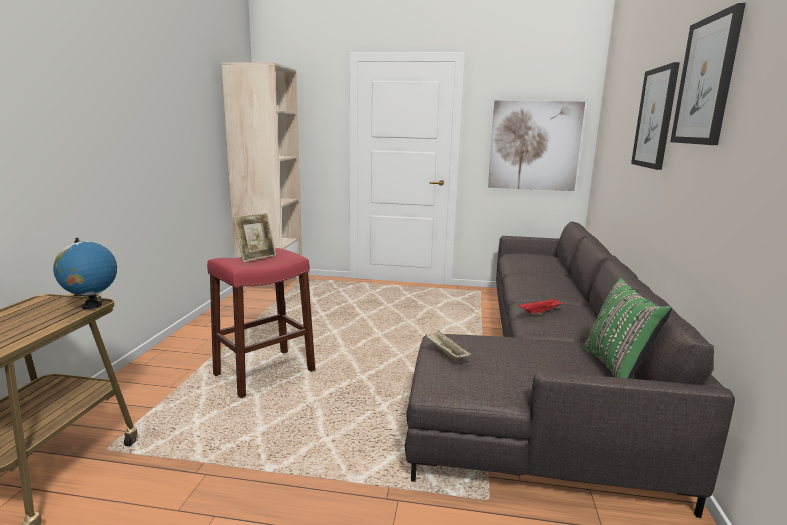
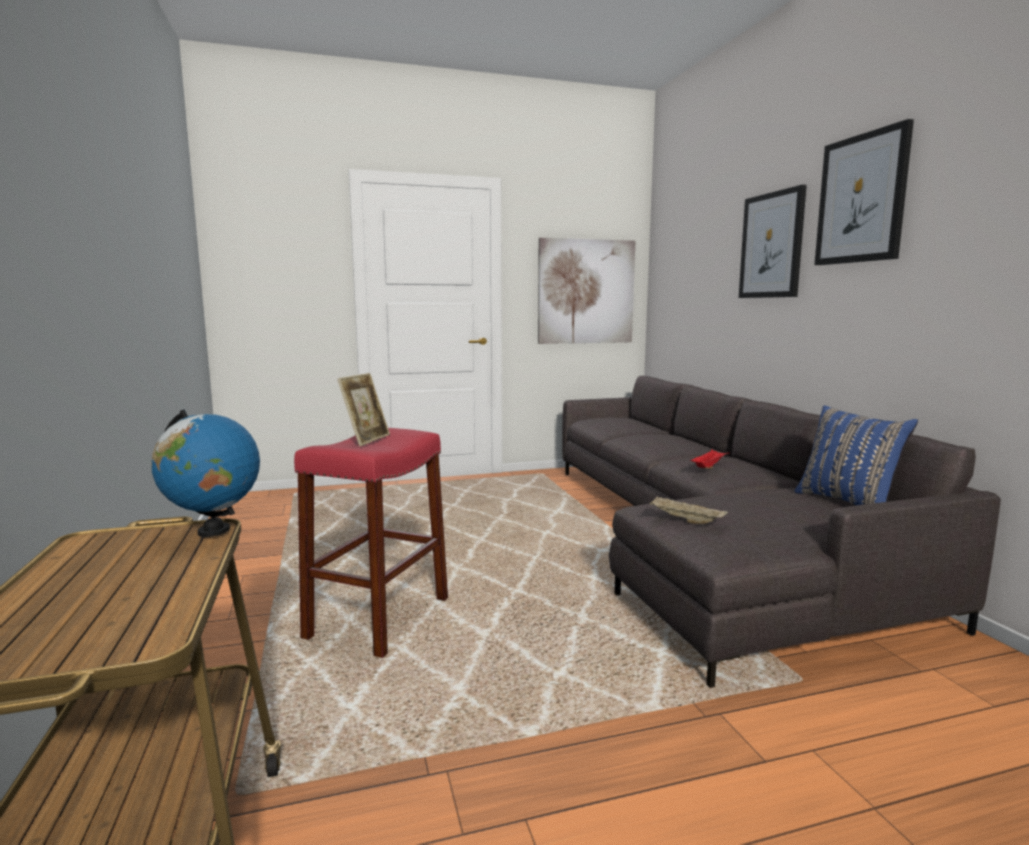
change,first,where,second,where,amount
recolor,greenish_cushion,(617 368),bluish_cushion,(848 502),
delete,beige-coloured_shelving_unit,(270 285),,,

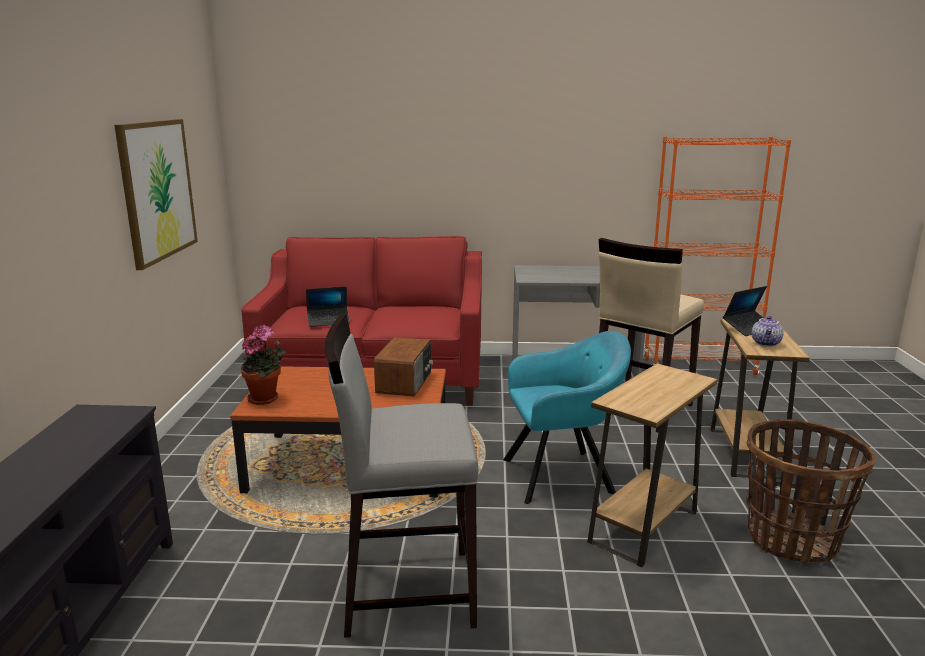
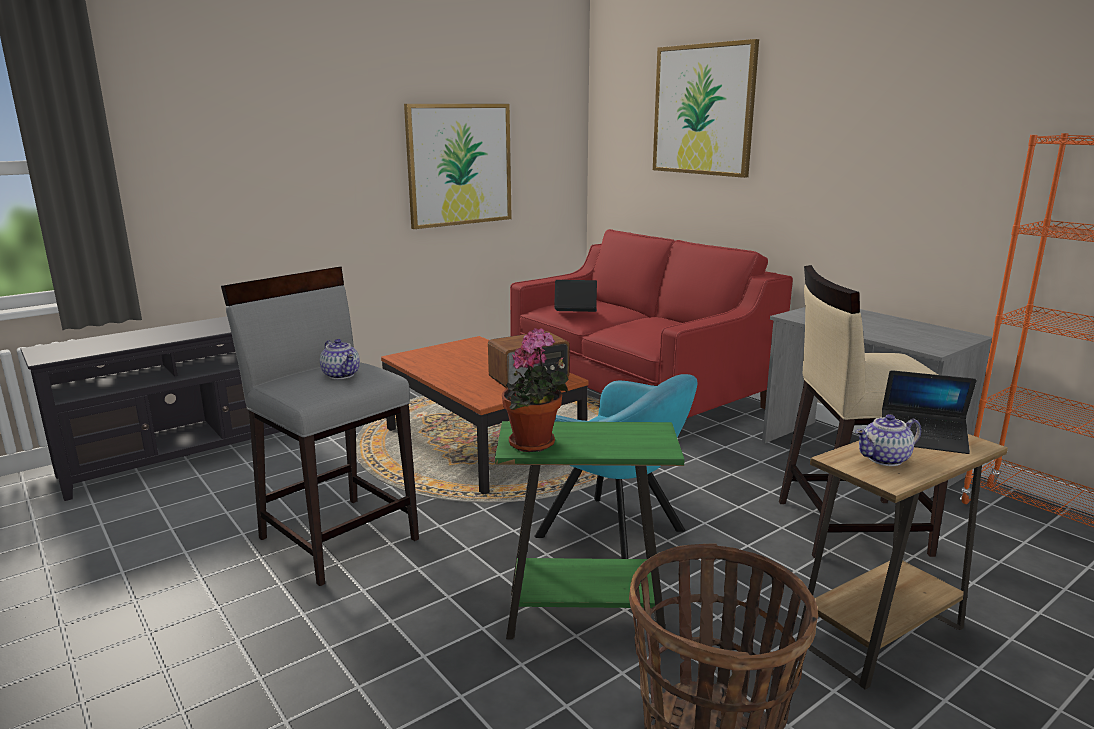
change,first,where,second,where,amount
insert,,,pot_for_tea,(342 375),
recolor,brown_accent_table,(643 527),greenish_accent_table,(585 615),
move,plant_in_a_pot,(266 398),,(535 444),
rotate,notebook_computer,(328 321),,(575 314),150 degrees clockwise
insert,,,wall_art,(703 110),

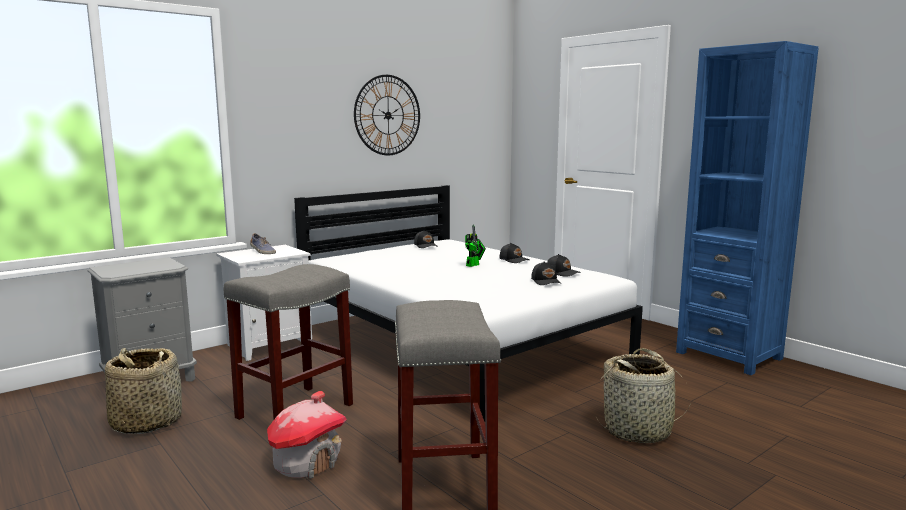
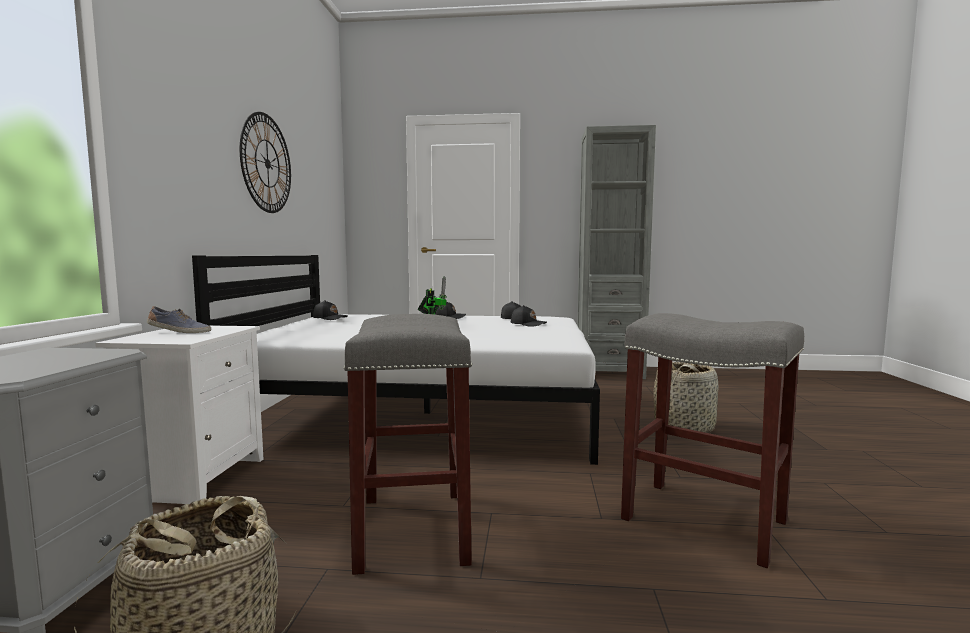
change,first,where,second,where,amount
recolor,bluish_shelving_unit,(729 355),greyish_shelving_unit,(609 372),
delete,model_house,(307 463),,,

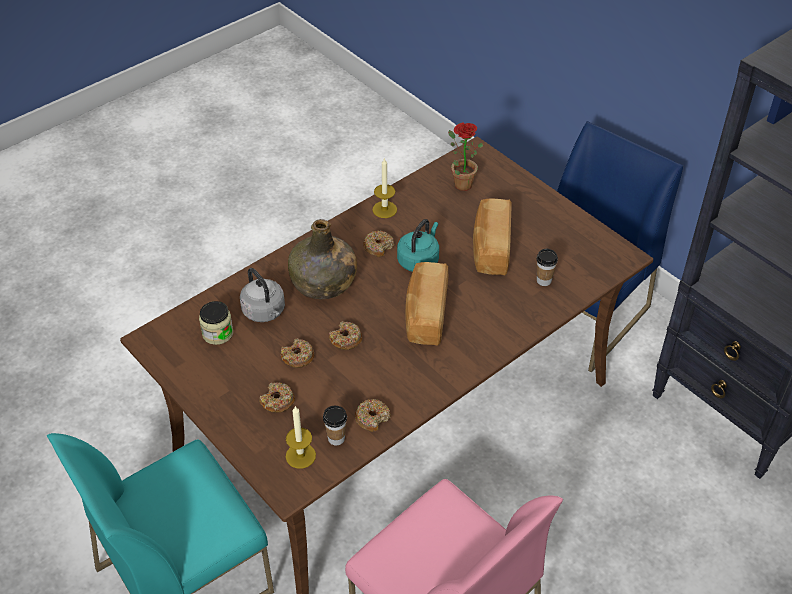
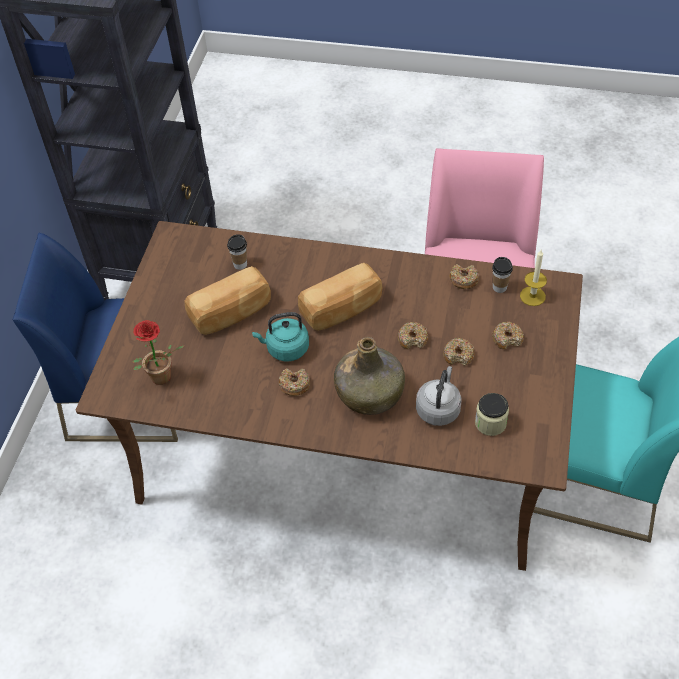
change,first,where,second,where,amount
delete,wax_candle,(384 209),,,

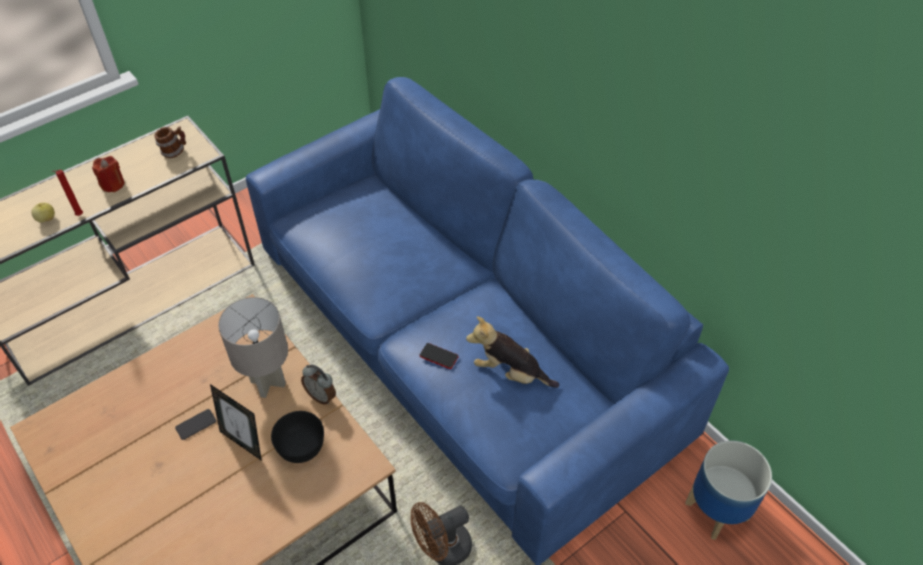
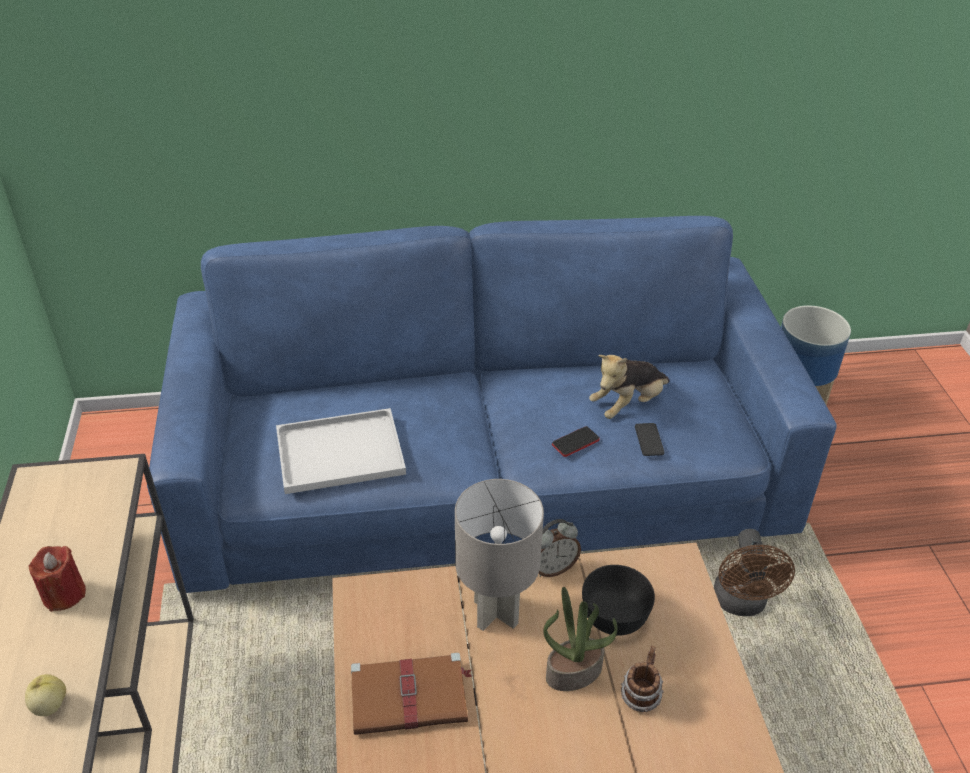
change,first,where,second,where,amount
insert,,,white-coloured_serving_tray,(342 451),
insert,,,brown_bound_book,(411 696),
replace,photo_frame,(243 442),plant_in_a_pot,(574 671),
move,mug,(174 151),,(640 694),
move,handset,(196 424),,(649 440),
delete,red-coloured_wax_candle,(79 216),,,

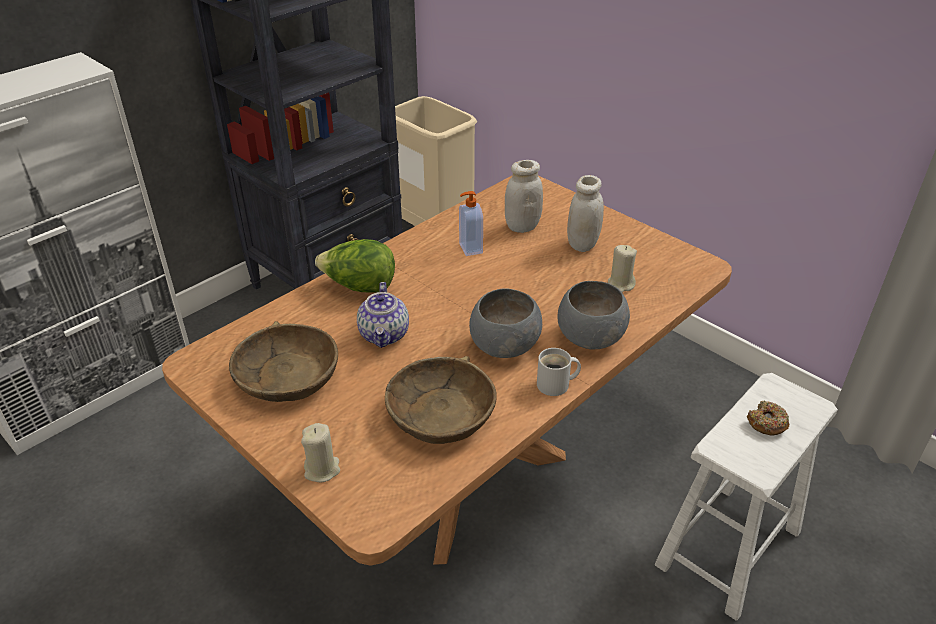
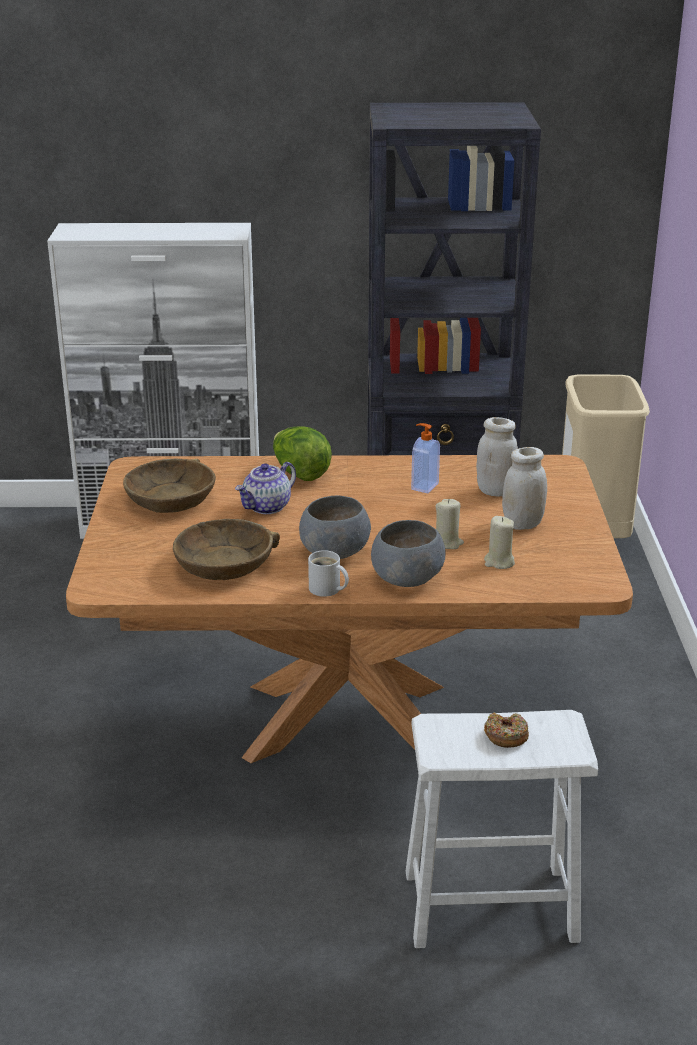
change,first,where,second,where,amount
move,beige-coloured_wax_candle,(322 469),,(447 543),

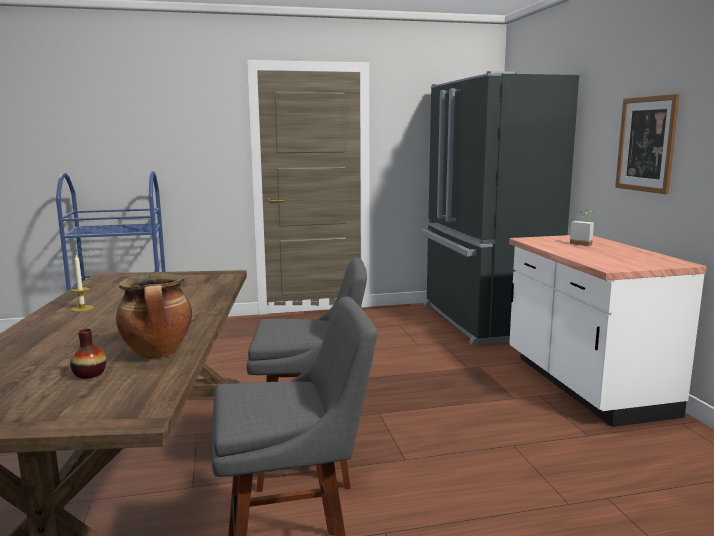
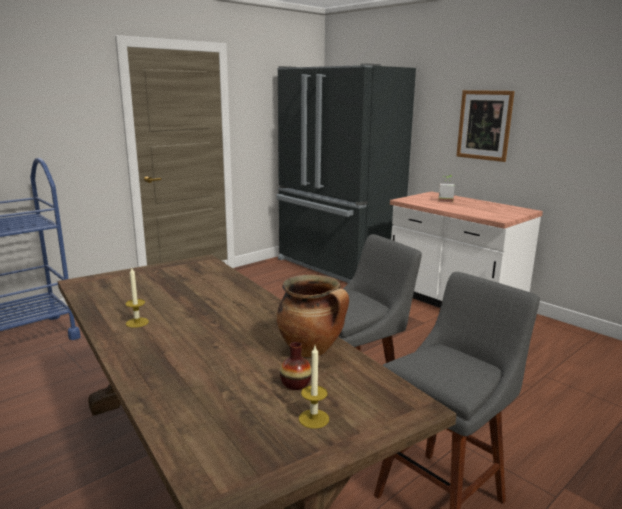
change,first,where,second,where,amount
insert,,,wax_candle,(314 419),

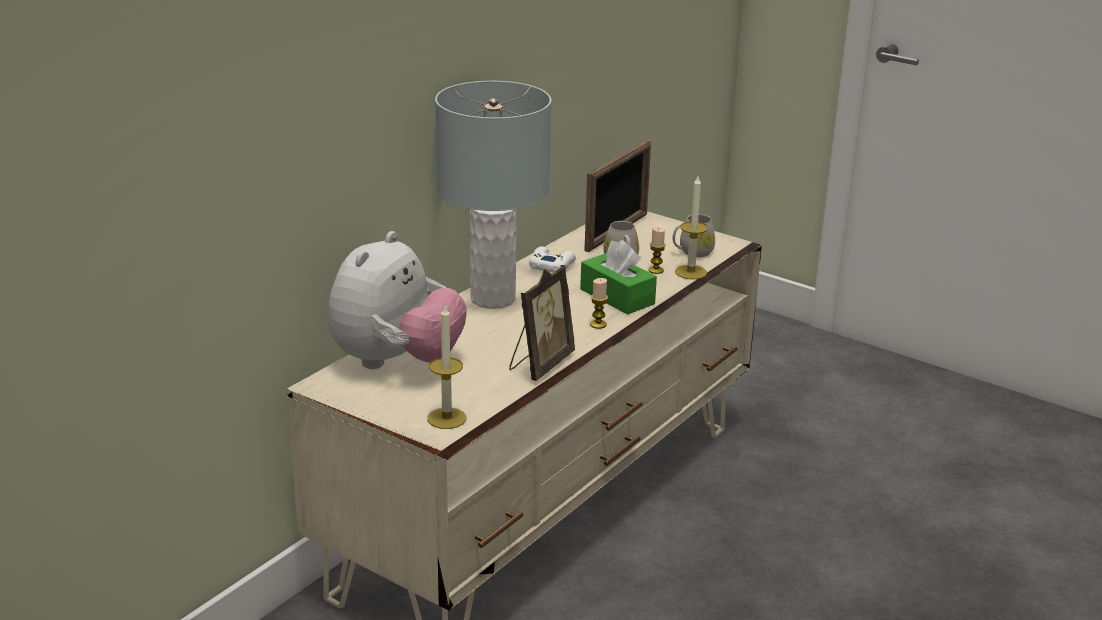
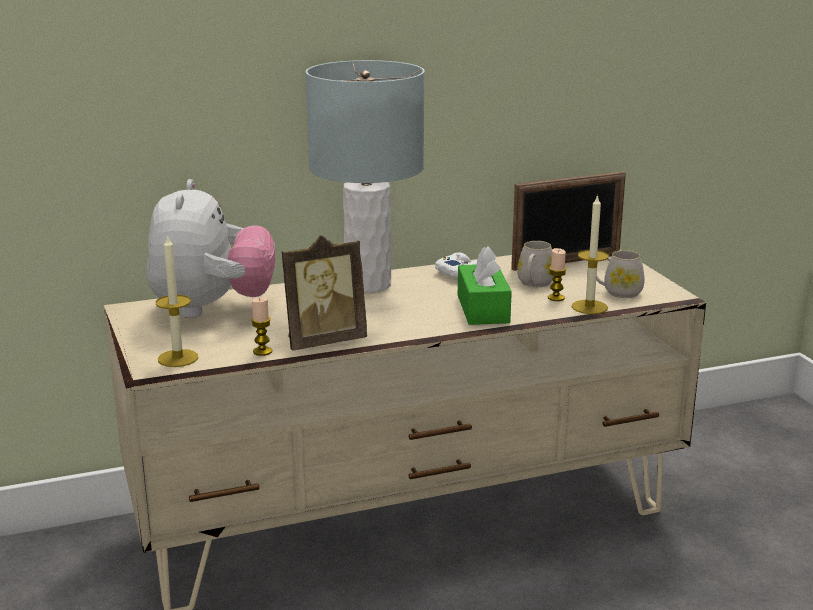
change,first,where,second,where,amount
rotate,soft_toy,(396 362),,(212 309),60 degrees counterclockwise
move,wax_candle,(598 324),,(262 351),

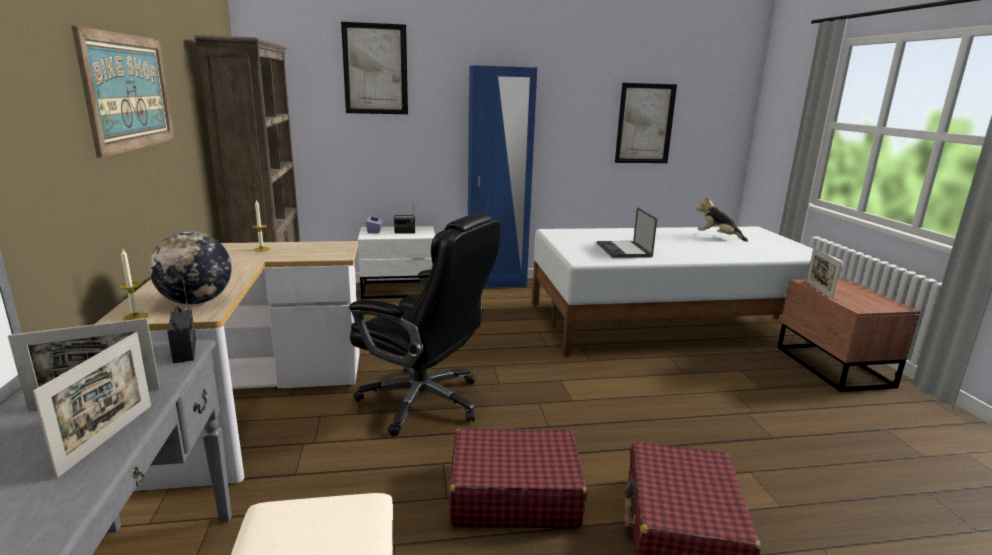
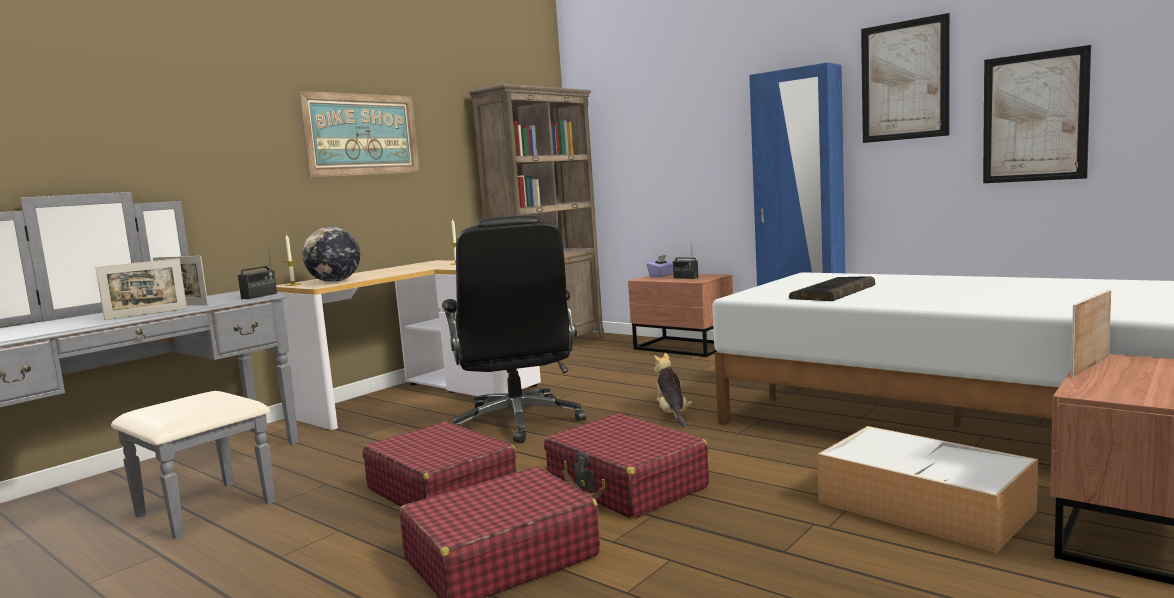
change,first,where,second,where,amount
insert,,,red-coloured_suitcase,(626 485),
recolor,white-coloured_night_table,(400 290),brown_night_table,(684 348),
move,soft_toy,(718 237),,(672 415),
replace,notebook_computer,(624 250),PC_keyboard,(833 292),
insert,,,storage_bin,(927 507),
move,wall_art,(375 69),,(904 81),

